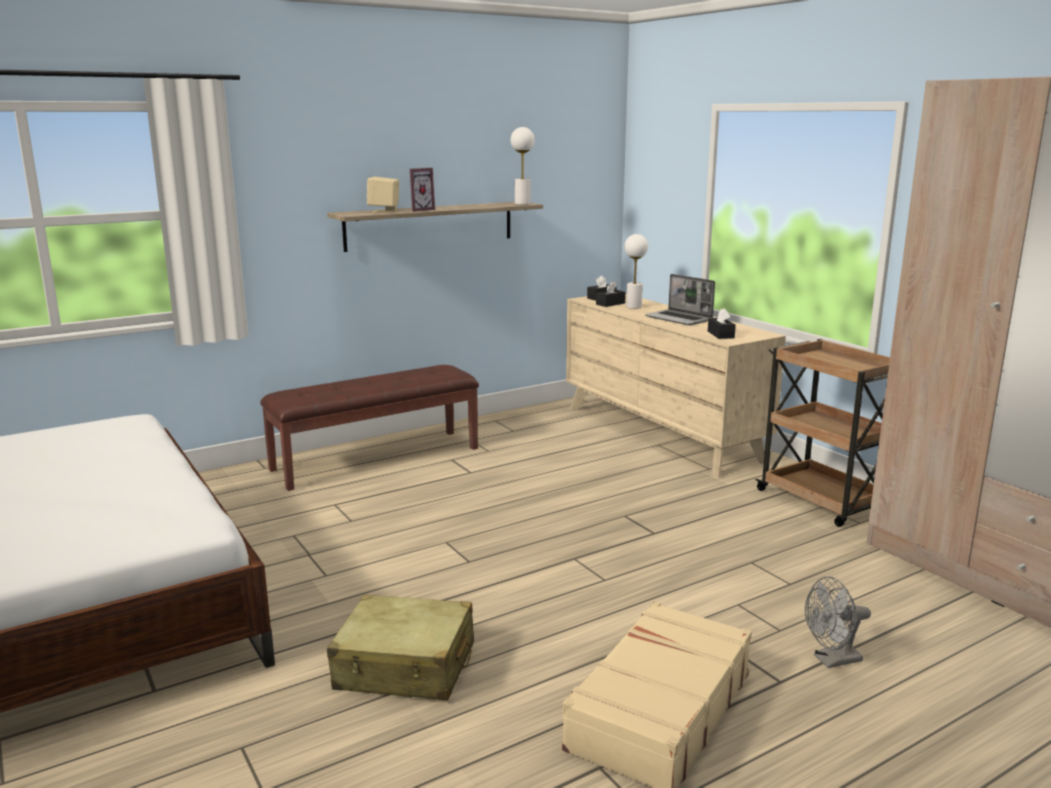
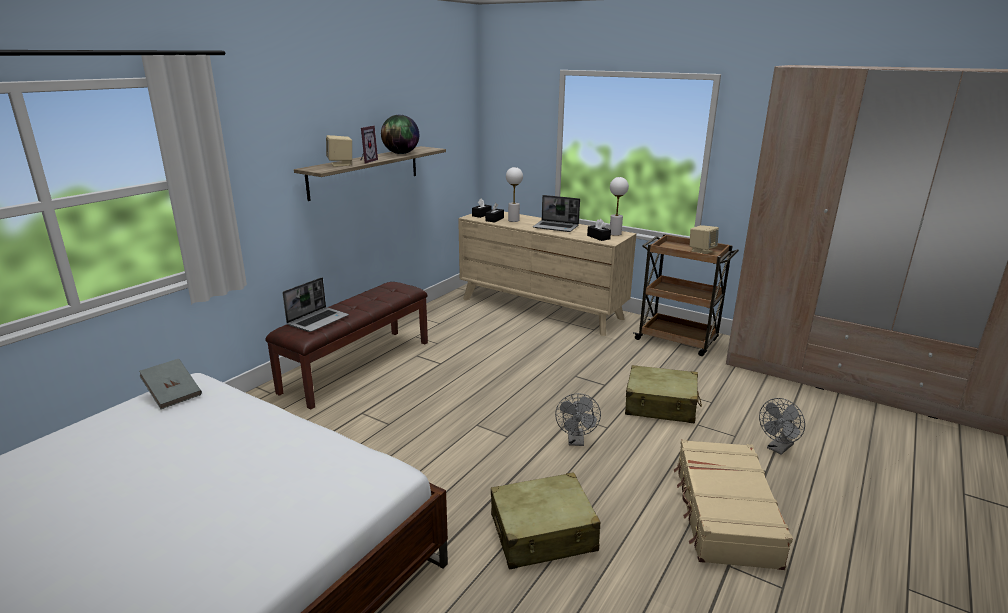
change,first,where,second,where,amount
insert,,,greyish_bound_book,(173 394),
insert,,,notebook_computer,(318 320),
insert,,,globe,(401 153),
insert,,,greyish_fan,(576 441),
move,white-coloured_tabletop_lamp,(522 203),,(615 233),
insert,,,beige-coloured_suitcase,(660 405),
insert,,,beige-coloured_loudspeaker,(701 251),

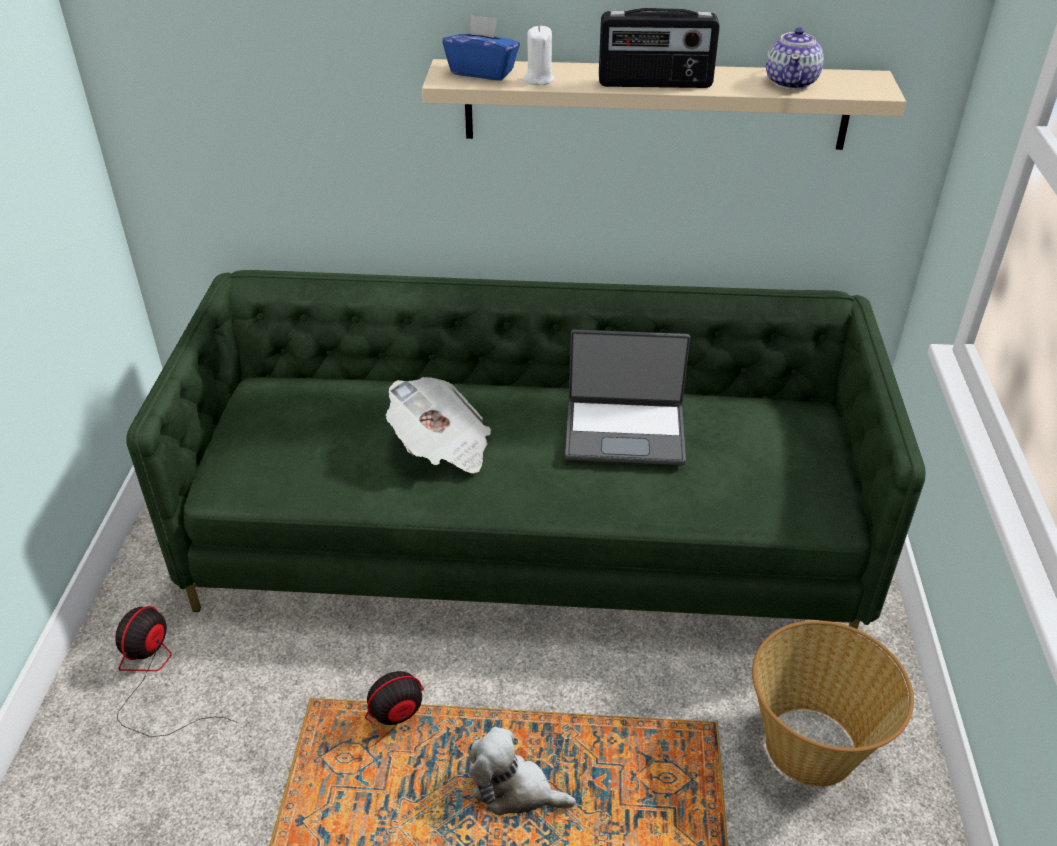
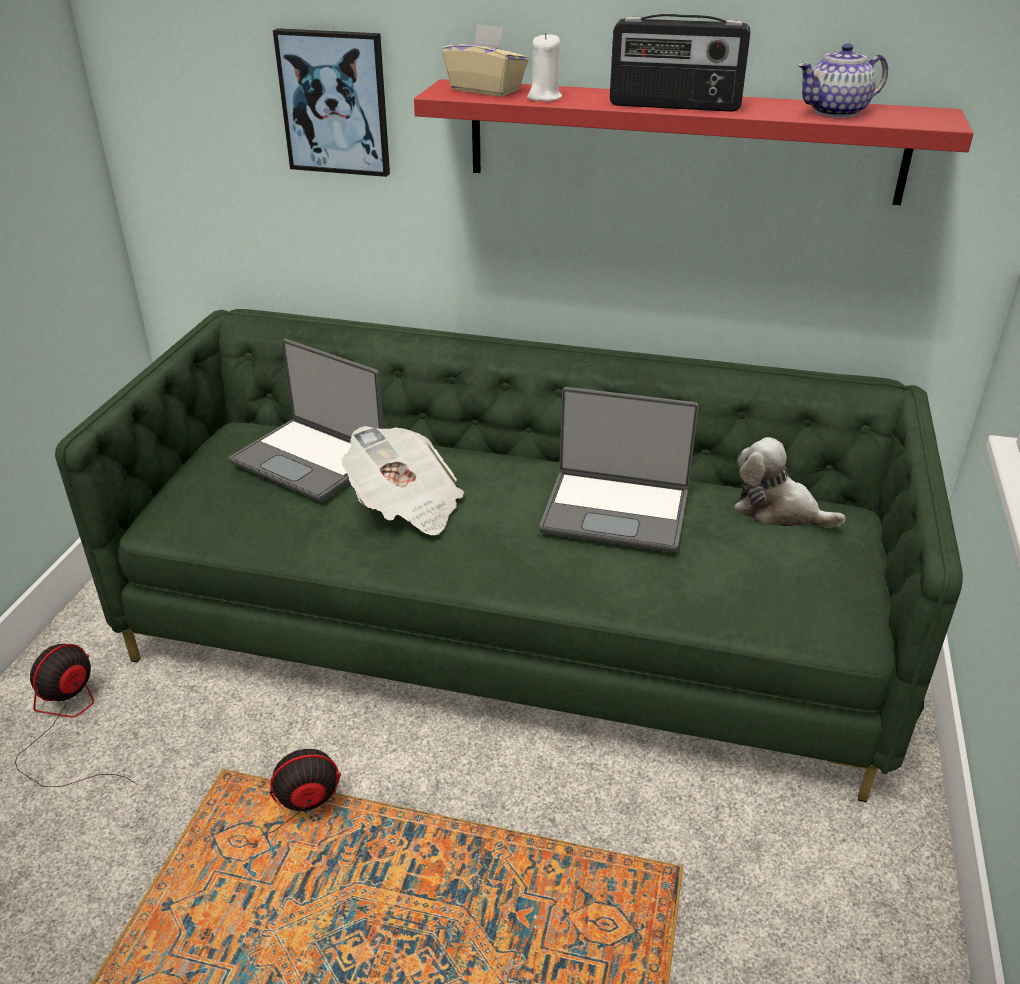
change,first,where,second,where,amount
insert,,,notebook_computer,(311 460),
insert,,,wall_art,(335 103),
recolor,beige-coloured_wall_shelf,(655 104),red-coloured_wall_shelf,(682 141),
recolor,bluish_box_of_tissues,(482 72),beige-coloured_box_of_tissues,(486 90),
move,soft_toy,(514 789),,(777 511),
rotate,pot_for_tea,(791 82),,(837 112),45 degrees clockwise
delete,storage_basket,(812 745),,,

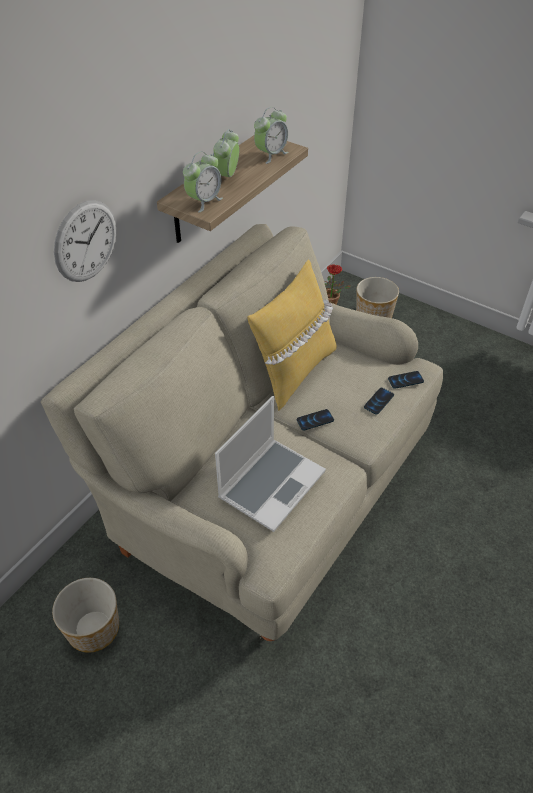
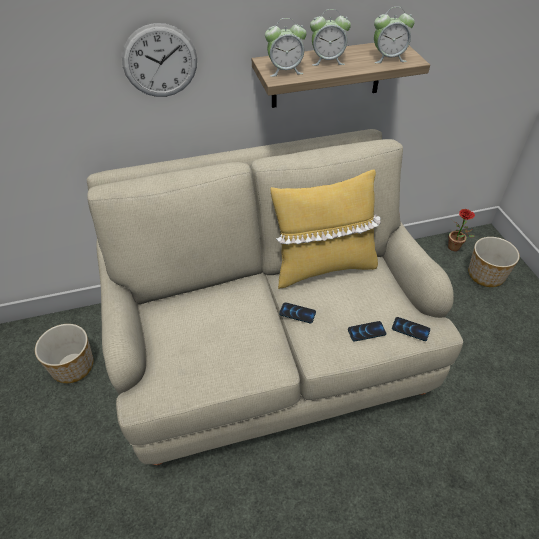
change,first,where,second,where,amount
rotate,bedside_clock,(226 177),,(327 61),150 degrees counterclockwise
delete,notebook_computer,(271 483),,,

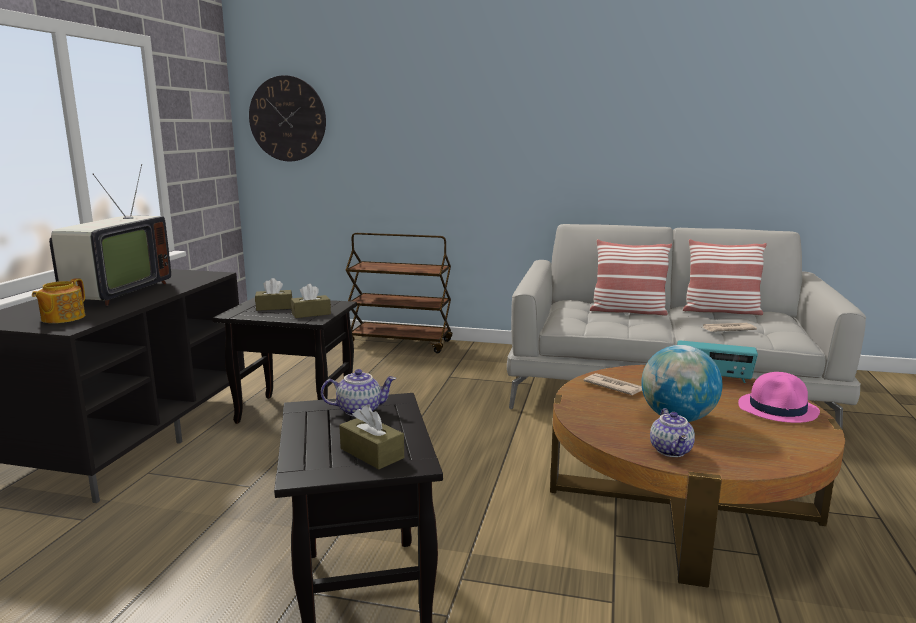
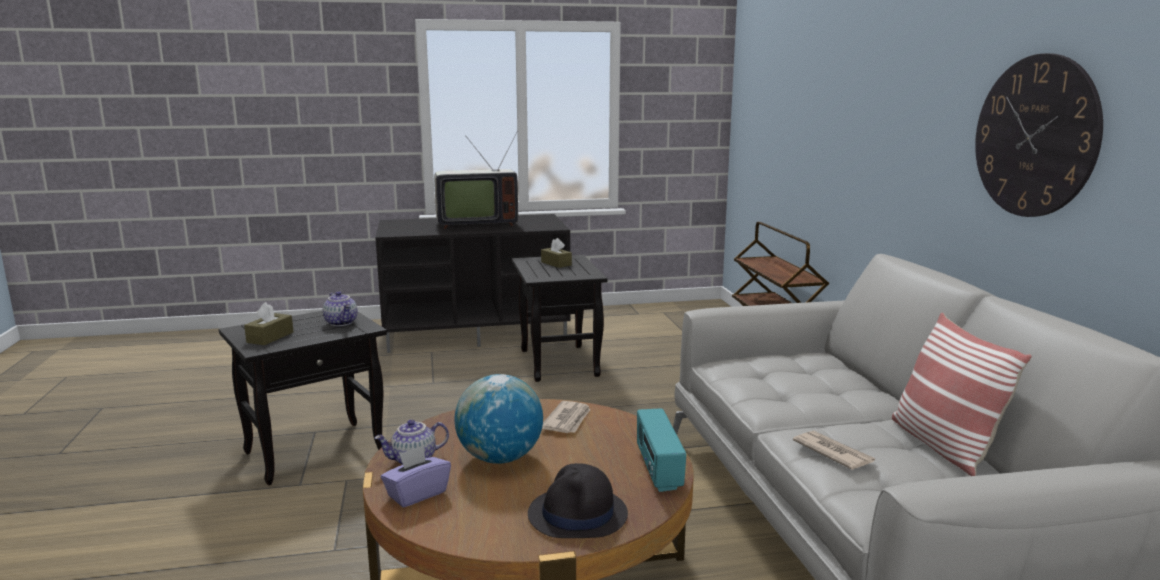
change,first,where,second,where,amount
insert,,,purplish_box_of_tissues,(417 494),
recolor,pink_clothing_hat,(778 409),black-coloured_clothing_hat,(578 515),
move,wall_clock,(287 119),,(1035 136),
delete,pot_for_tea,(62 318),,,
delete,brown_box_of_tissues,(311 314),,,
delete,cushion,(628 311),,,

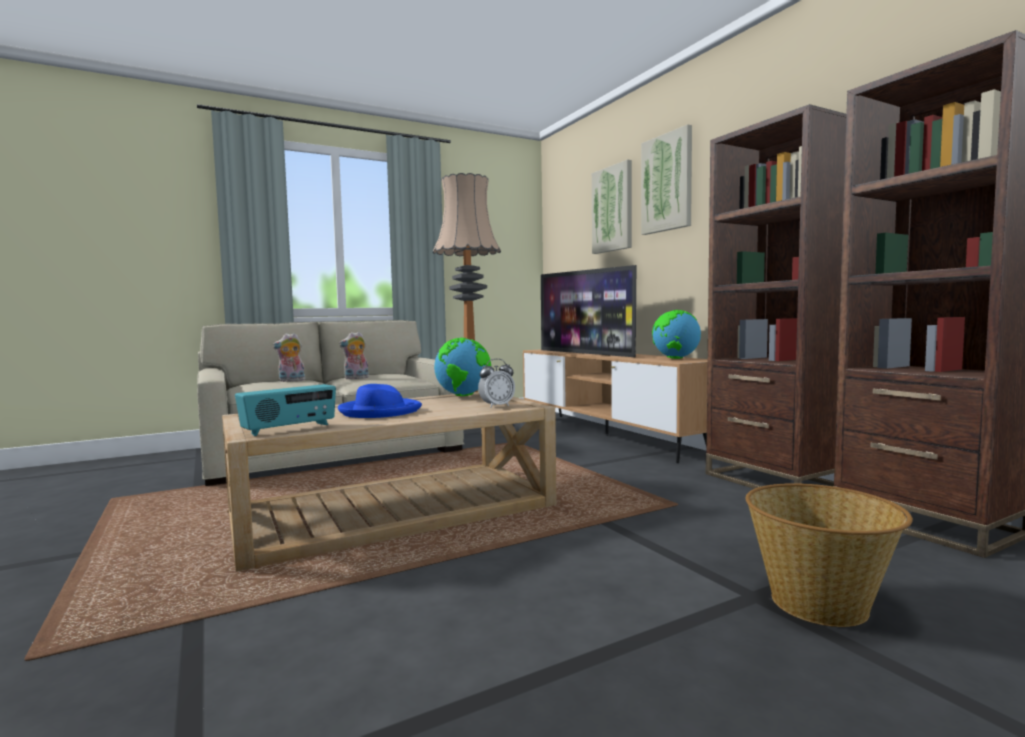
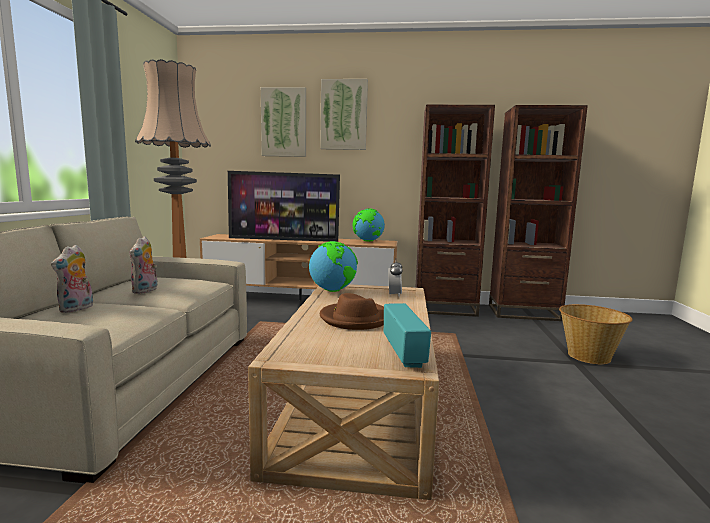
change,first,where,second,where,amount
recolor,bluish_clothing_hat,(379 411),brown_clothing_hat,(355 319),

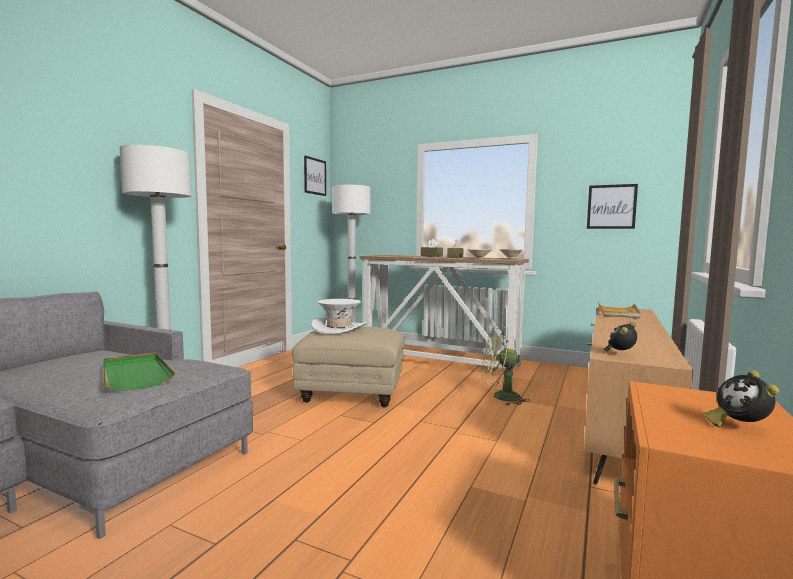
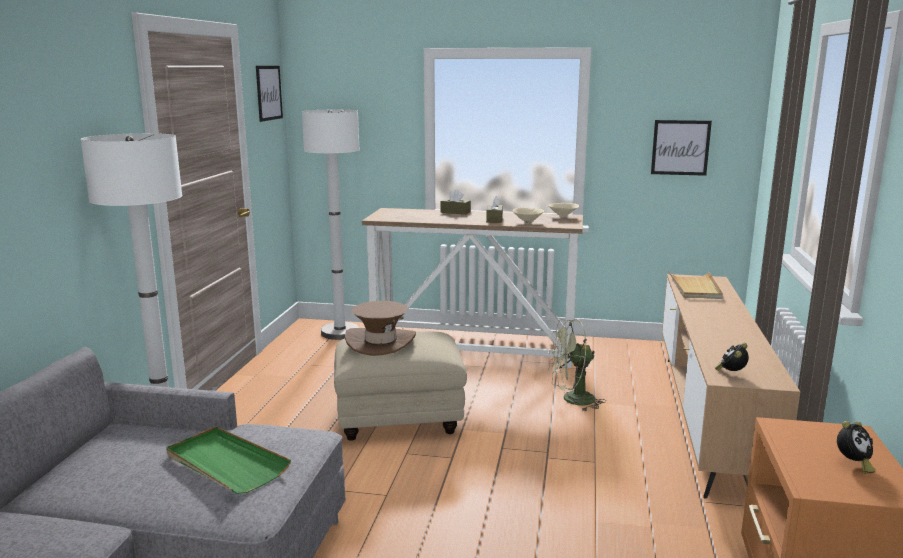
change,first,where,second,where,amount
recolor,white-coloured_clothing_hat,(339 328),brown_clothing_hat,(380 342),
rotate,bedside_clock,(739 426),,(852 464),105 degrees counterclockwise

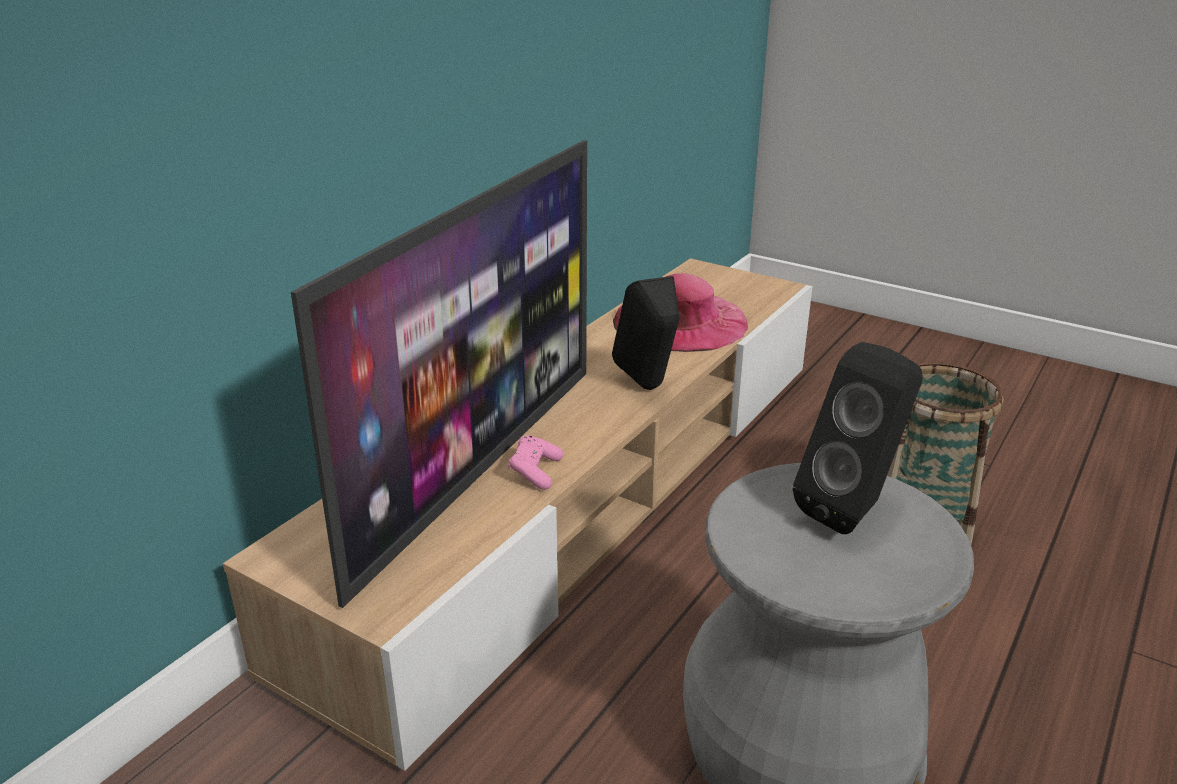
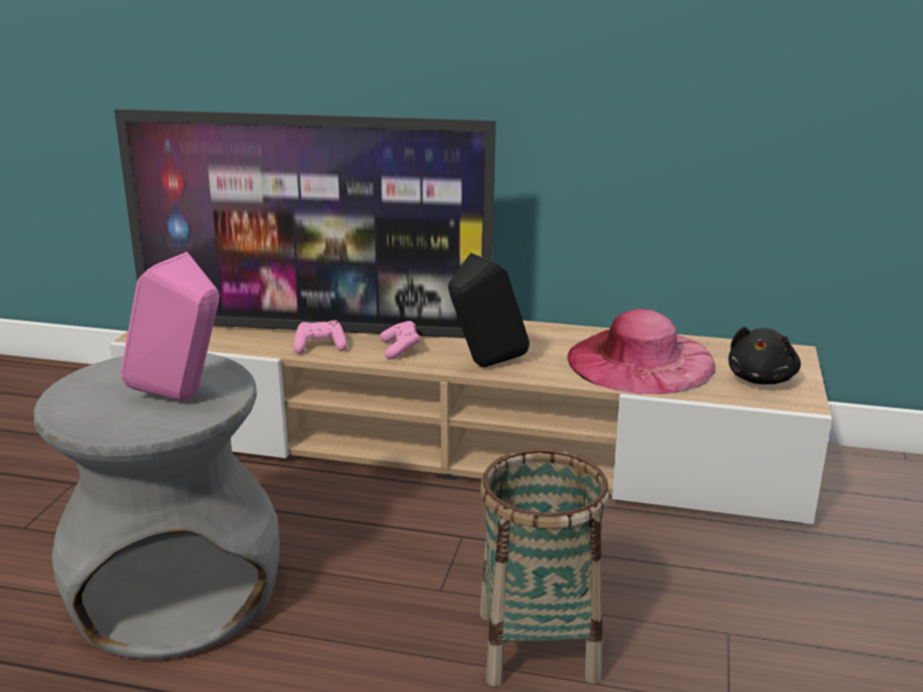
change,first,where,second,where,amount
recolor,black-coloured_loudspeaker,(854 510),pink_loudspeaker,(184 399),
insert,,,pink_gamepad,(400 349),
insert,,,black-coloured_soft_toy,(761 379),

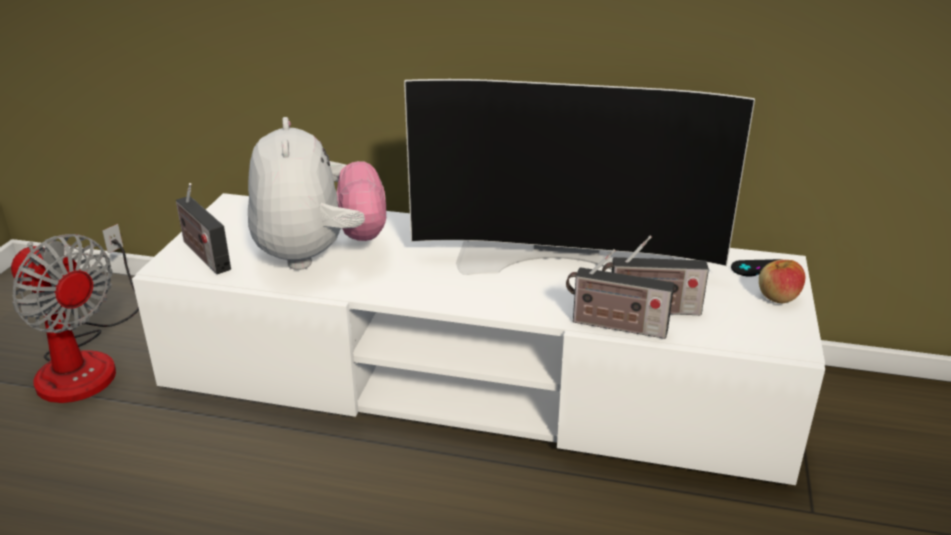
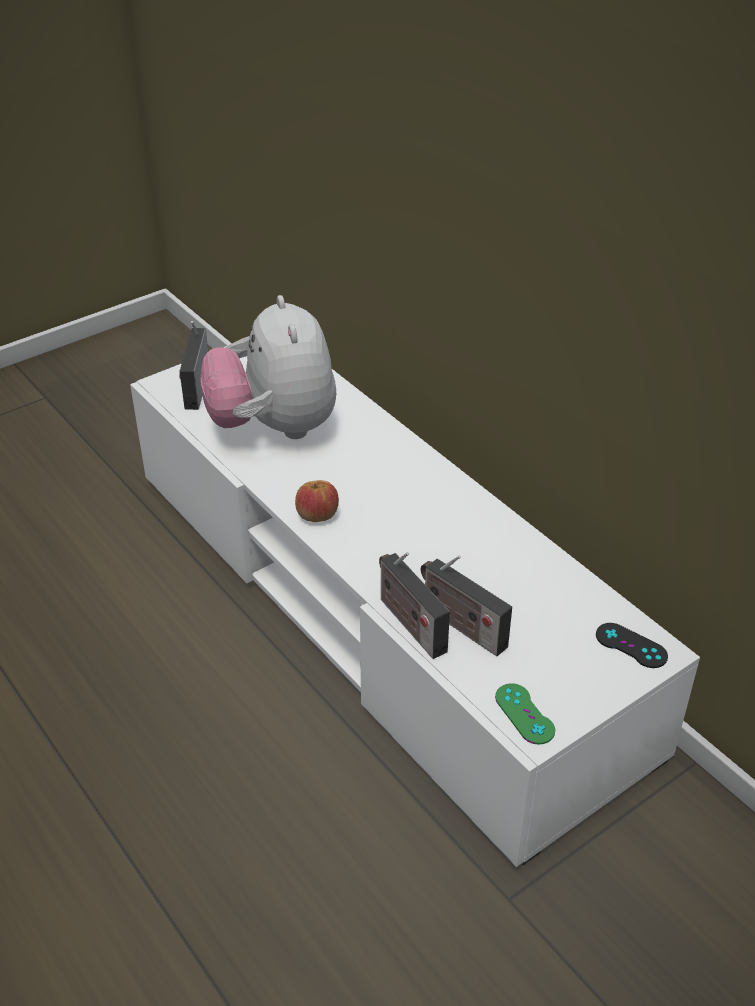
change,first,where,second,where,amount
rotate,soft_toy,(319 255),,(274 427),135 degrees clockwise
move,apple_fruit,(778 297),,(317 515),
insert,,,greenish_gamepad,(524 714),
delete,fan,(86 360),,,
delete,TV_set,(567 258),,,

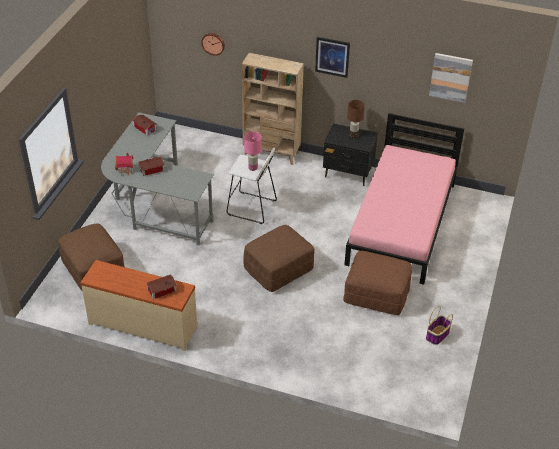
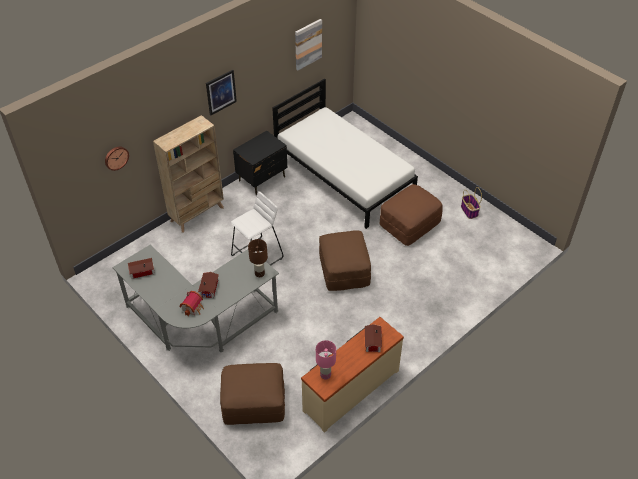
change,first,where,second,where,amount
move,brown_tabletop_lamp,(353 135),,(259 274),
recolor,pink_bed,(402 223),white-coloured_bed,(344 176),
move,pink_tabletop_lamp,(253 168),,(325 374),

